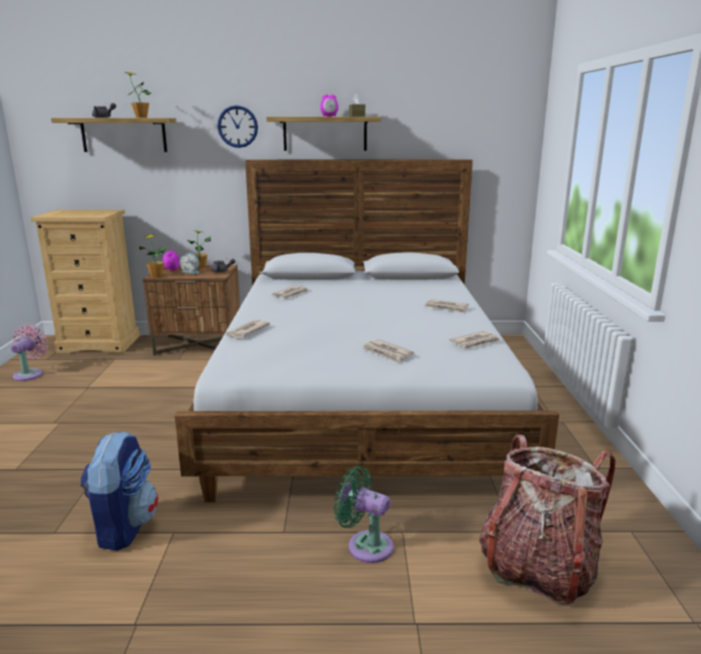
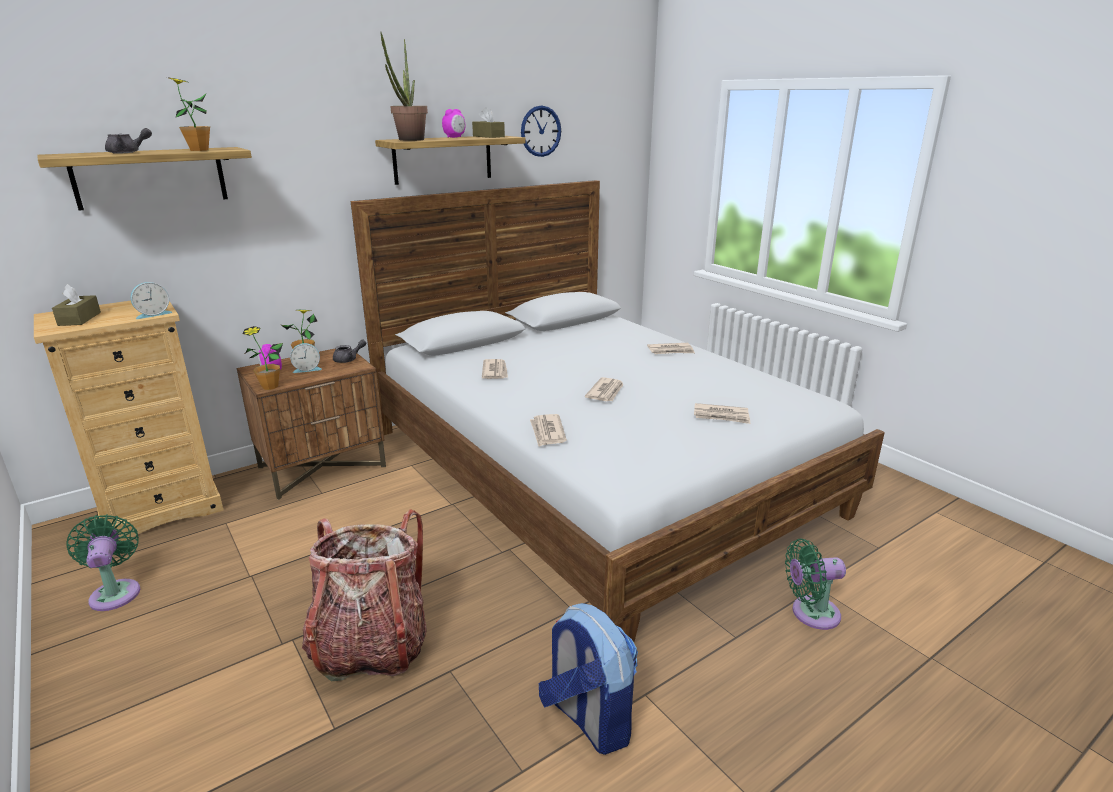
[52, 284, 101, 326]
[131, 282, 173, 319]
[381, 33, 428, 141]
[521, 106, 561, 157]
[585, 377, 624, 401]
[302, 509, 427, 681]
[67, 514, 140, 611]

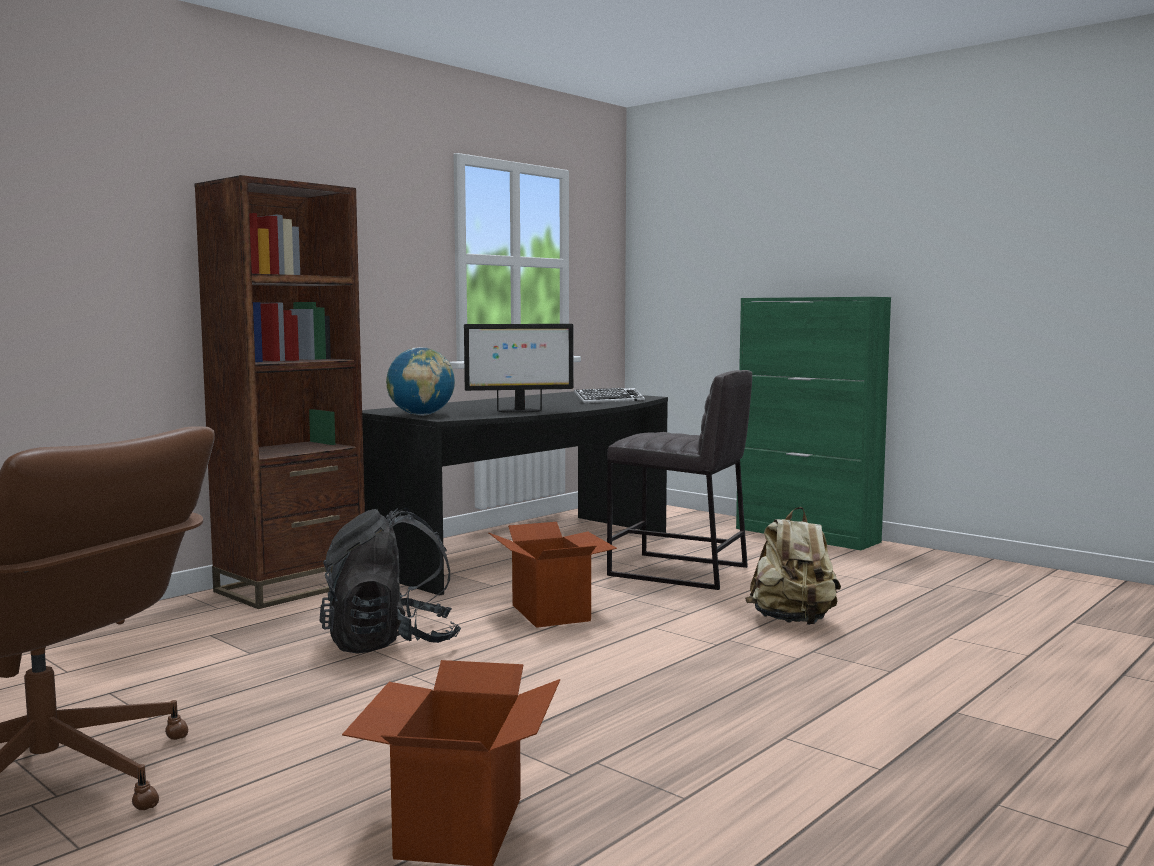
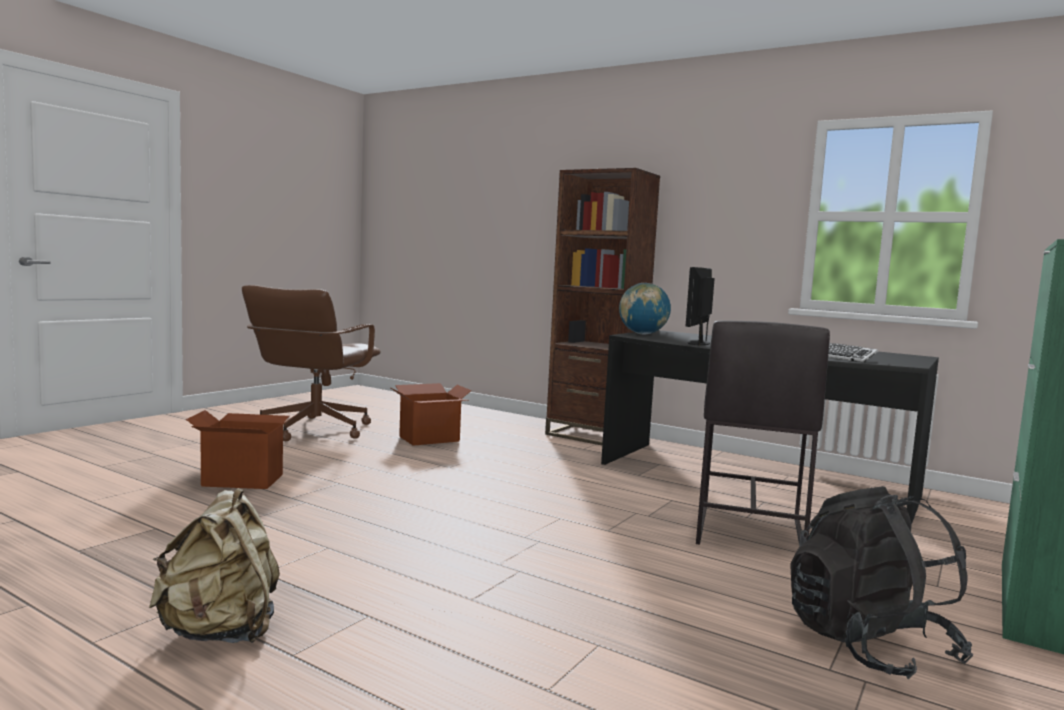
[790, 486, 973, 679]
[391, 383, 472, 446]
[149, 488, 280, 643]
[686, 267, 715, 346]

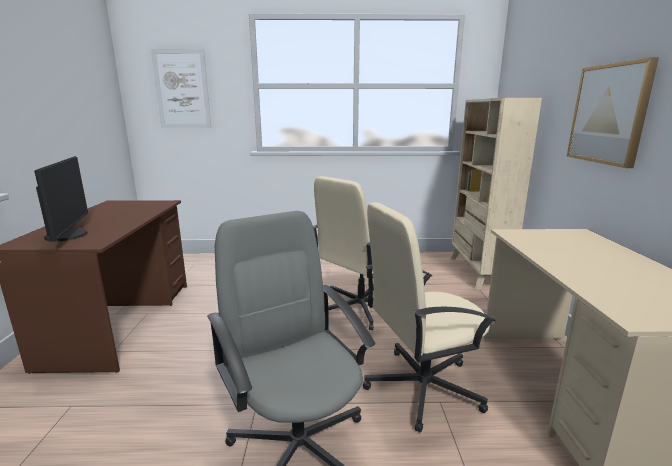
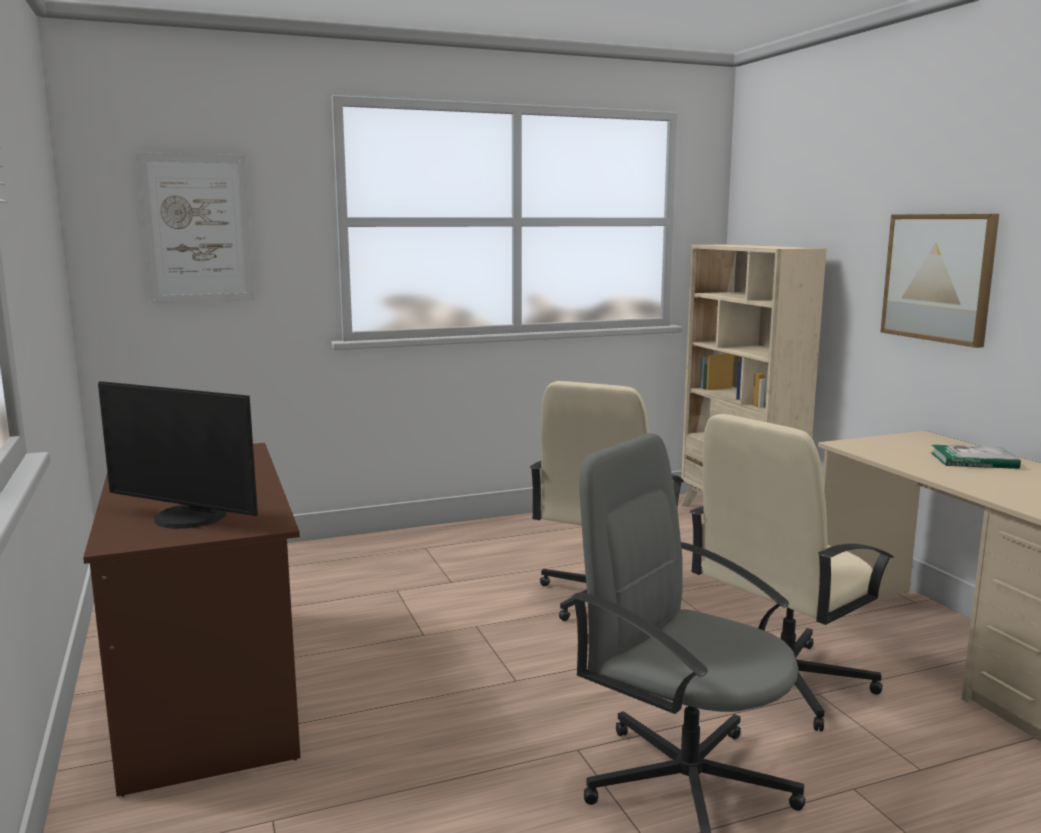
[931, 445, 1021, 469]
[98, 381, 258, 529]

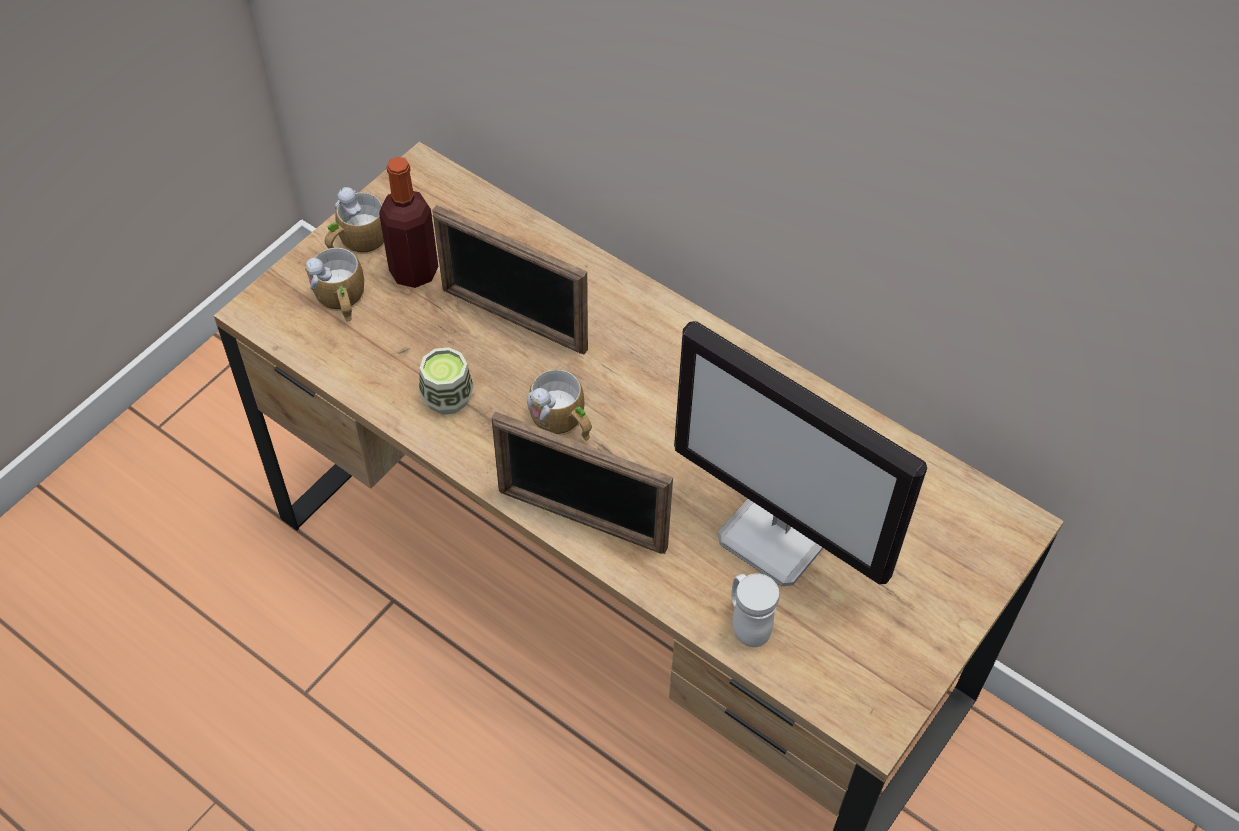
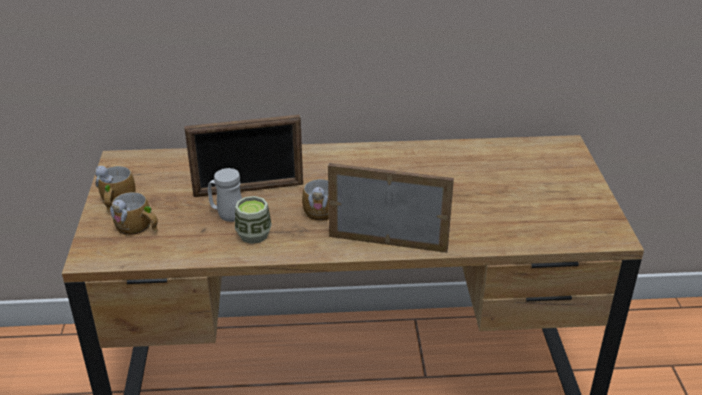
[379, 157, 438, 288] (first image)
[674, 321, 927, 586] (first image)
[208, 168, 242, 222]
[328, 163, 454, 253]

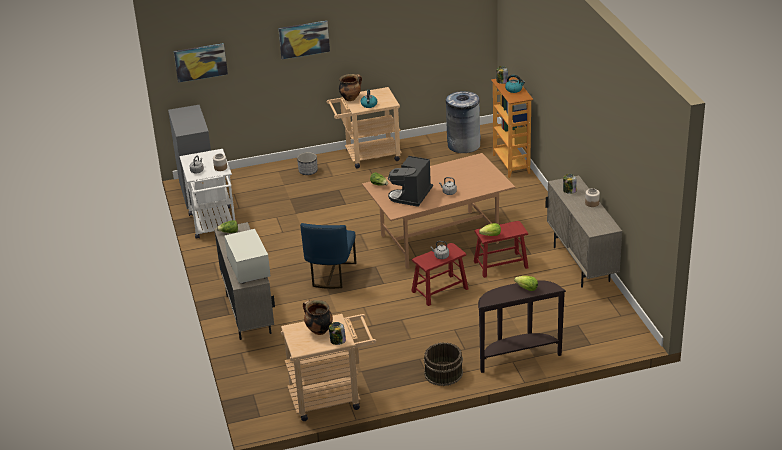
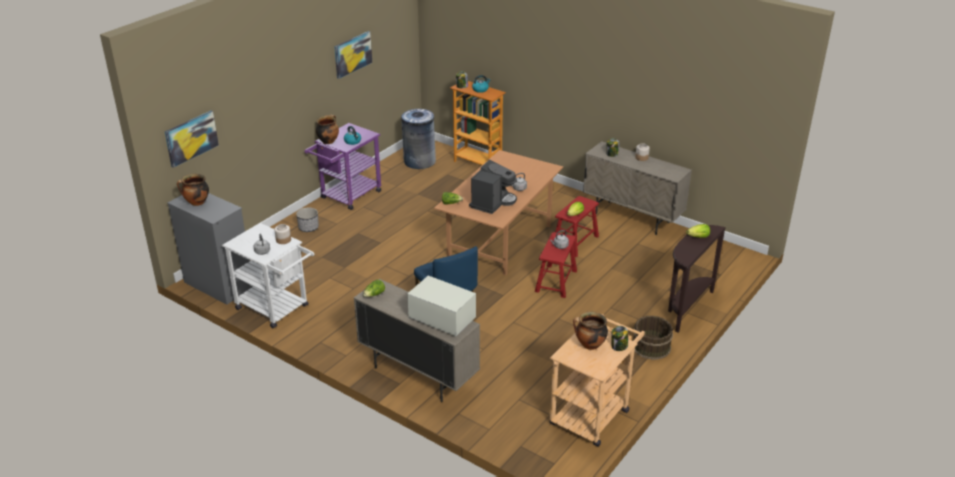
[177, 174, 209, 206]
[334, 31, 372, 79]
[304, 123, 381, 210]
[469, 160, 517, 214]

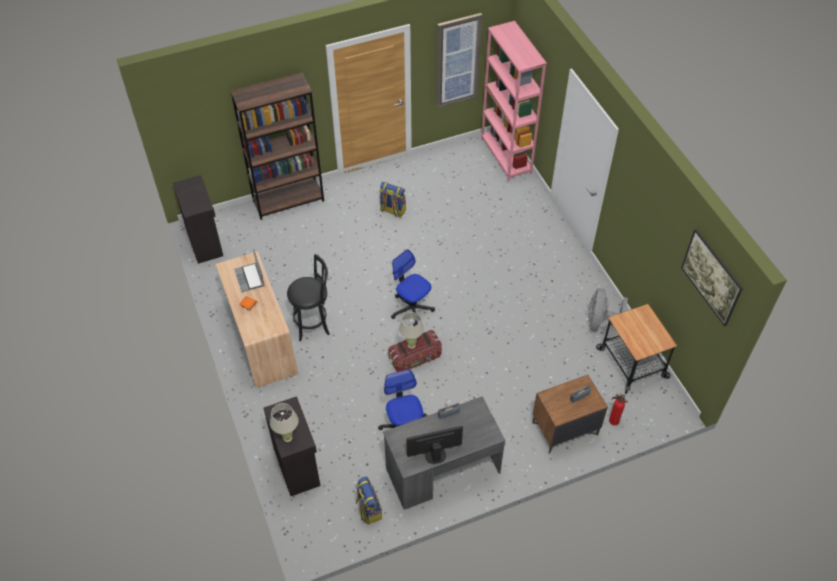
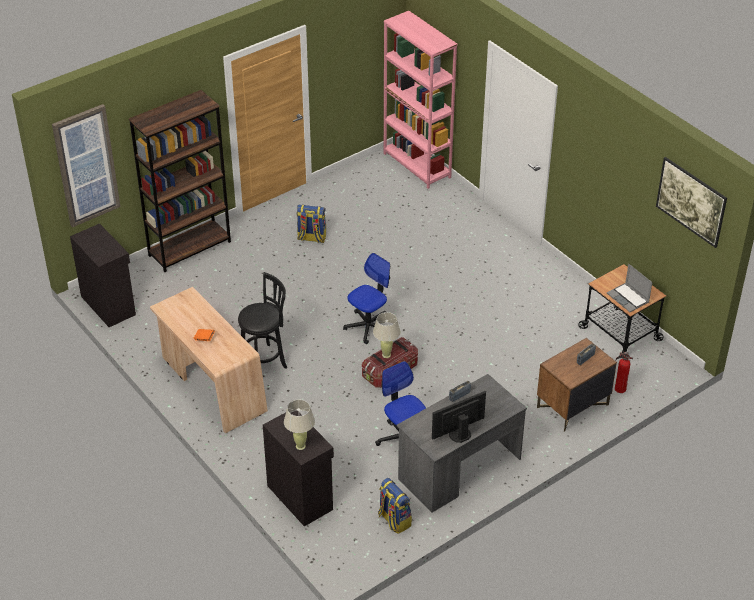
[588, 288, 628, 331] (first image)
[607, 264, 652, 312]
[52, 104, 120, 227]
[343, 253, 390, 344]

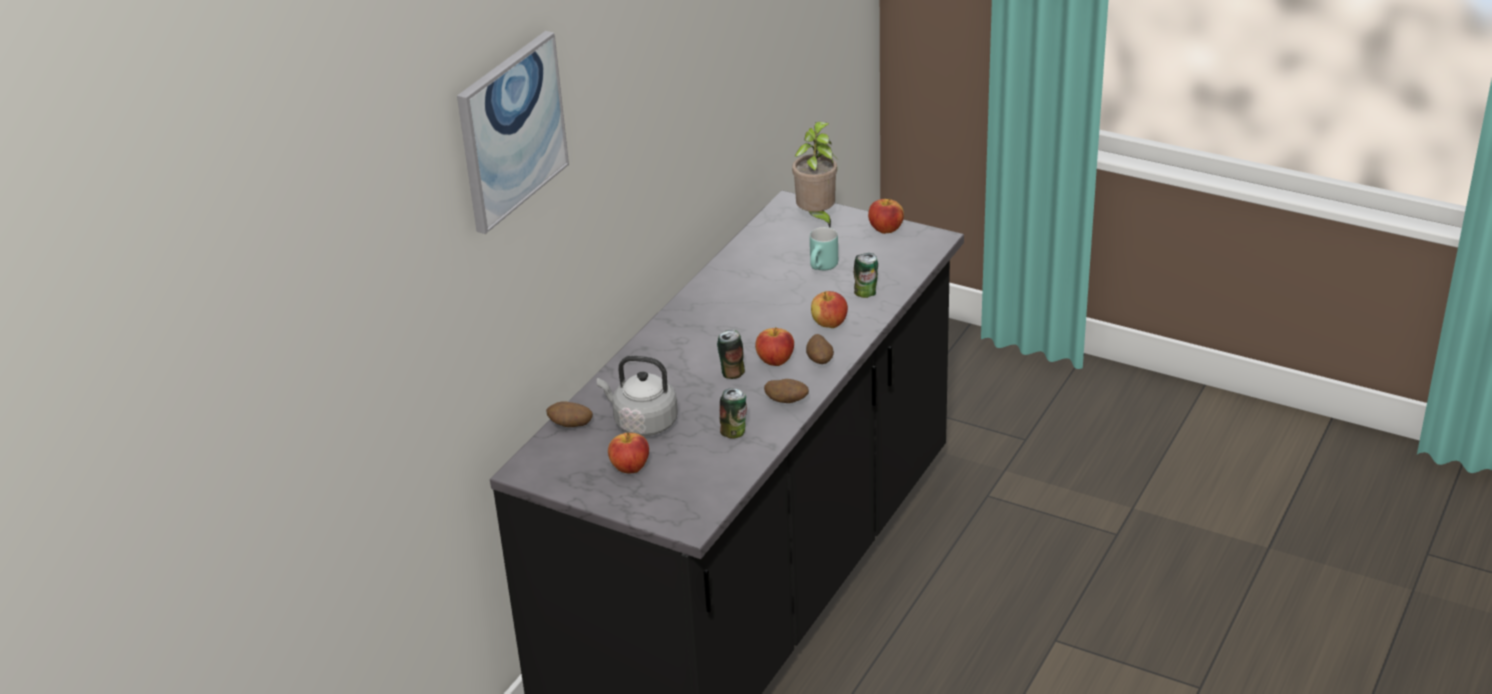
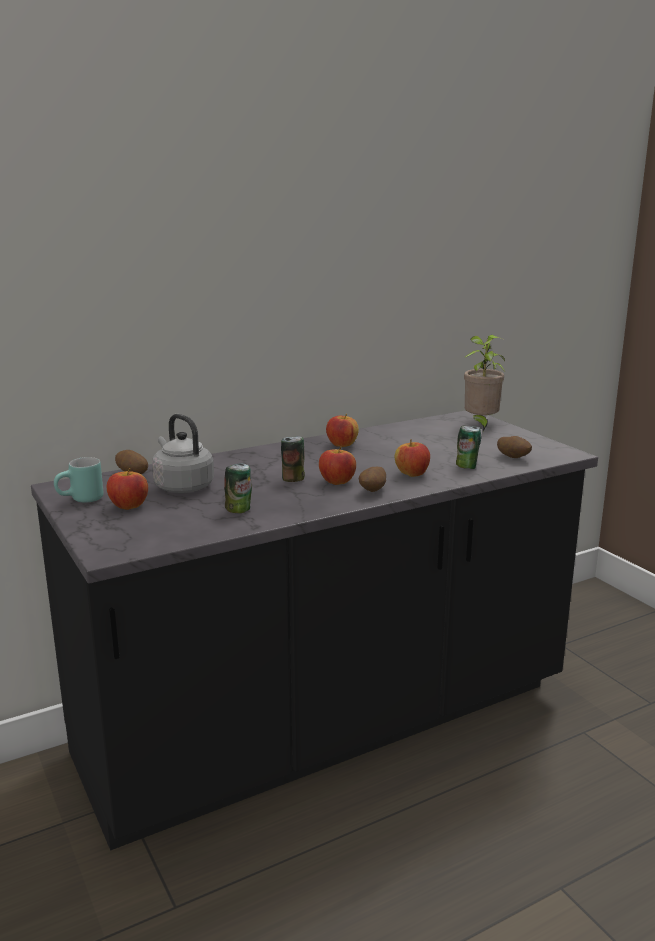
[457, 31, 569, 234] (first image)
[497, 436, 532, 458]
[54, 457, 104, 503]
[326, 414, 359, 447]

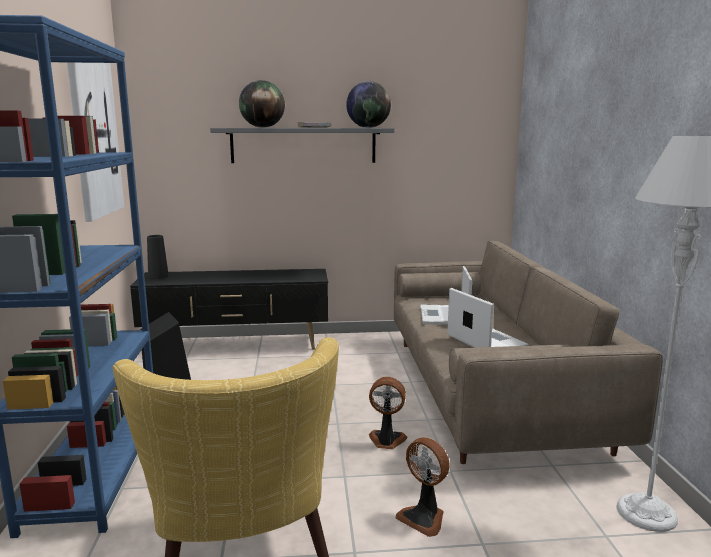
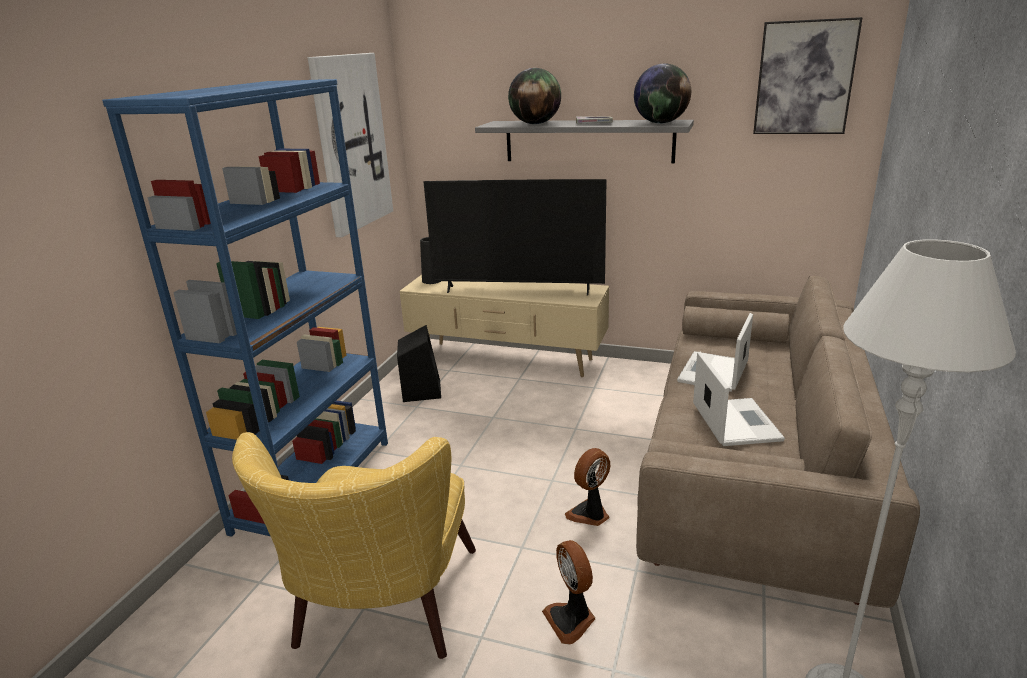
[423, 179, 607, 295]
[753, 17, 863, 134]
[400, 275, 609, 377]
[565, 448, 610, 526]

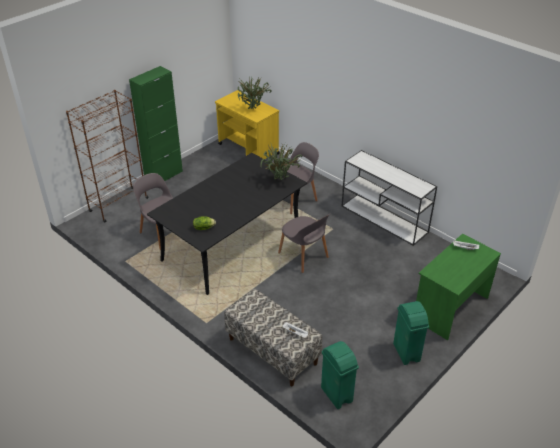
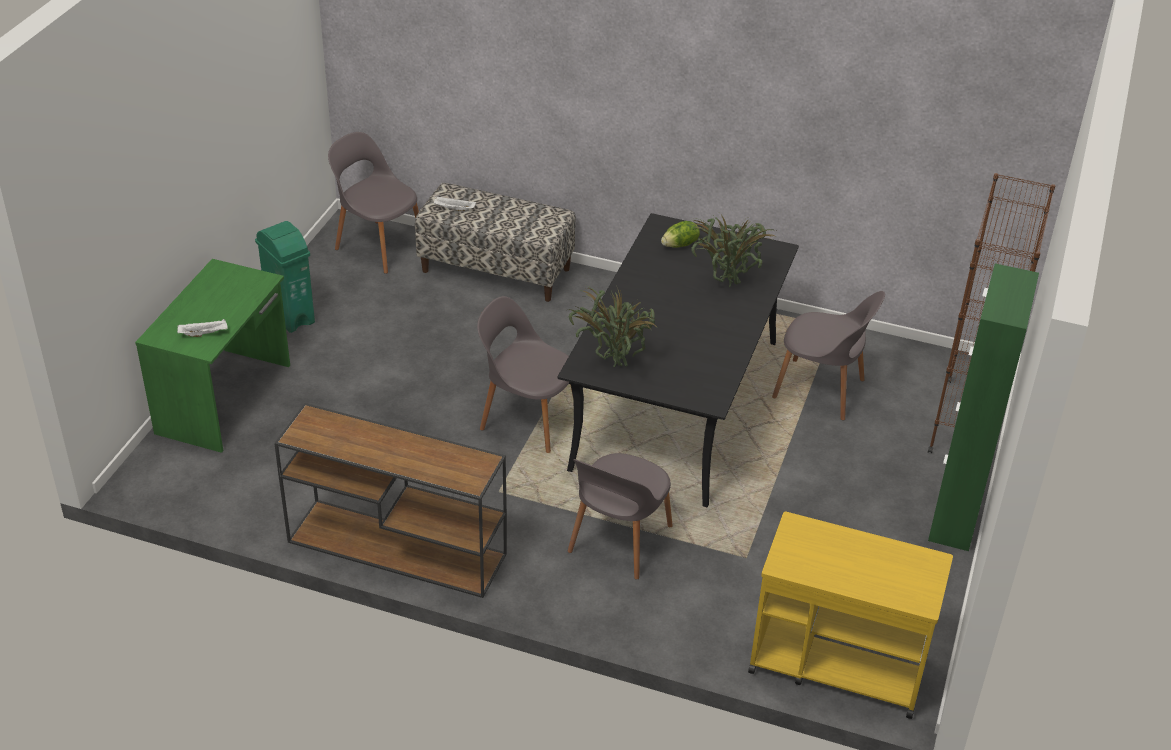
[690, 211, 776, 287]
[328, 132, 419, 274]
[274, 403, 507, 598]

